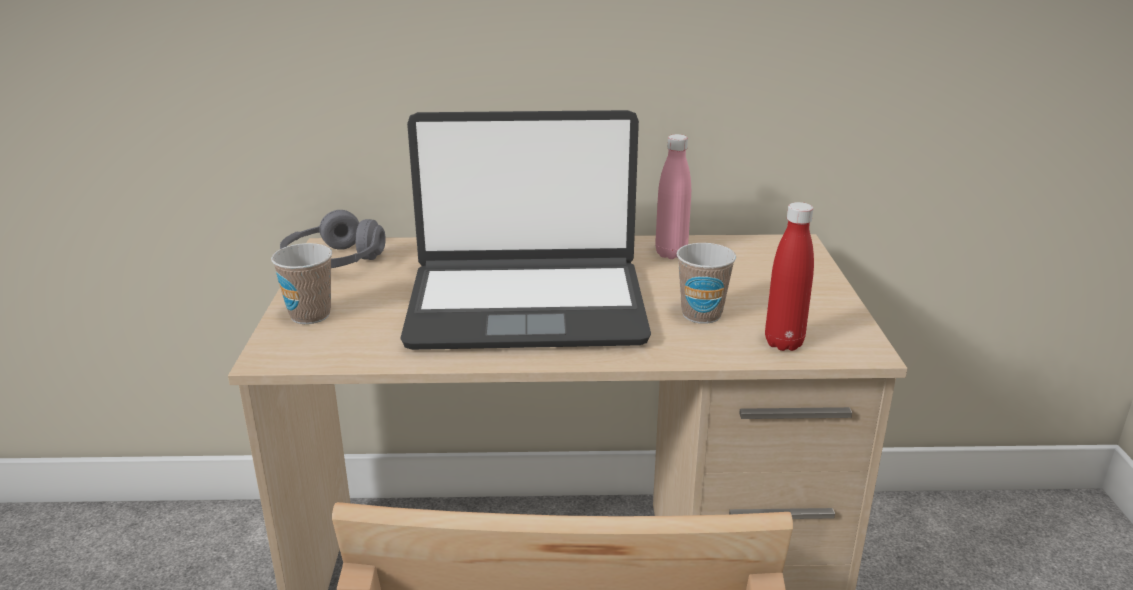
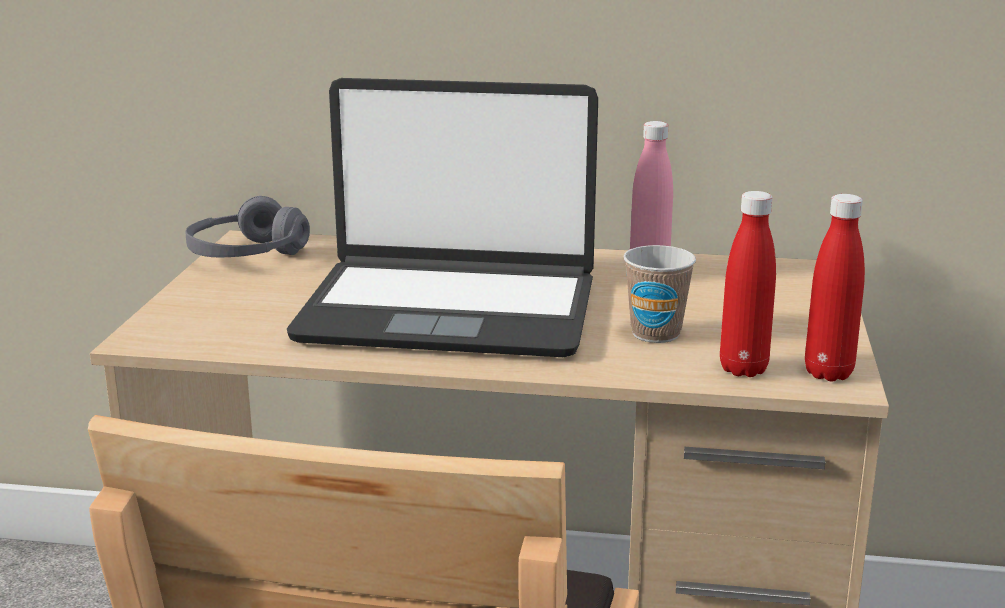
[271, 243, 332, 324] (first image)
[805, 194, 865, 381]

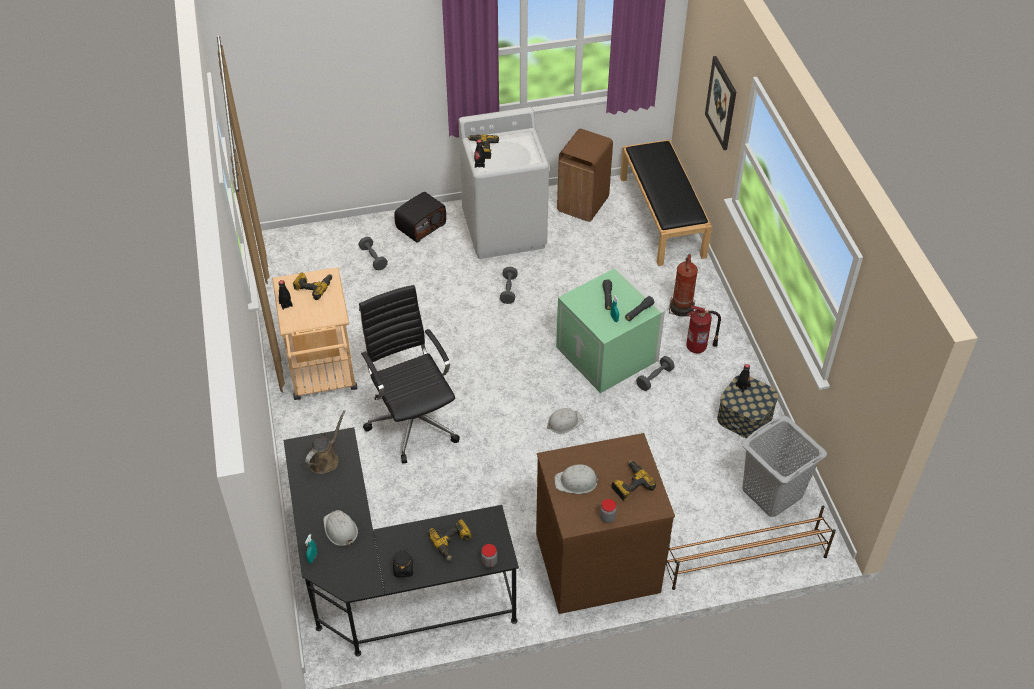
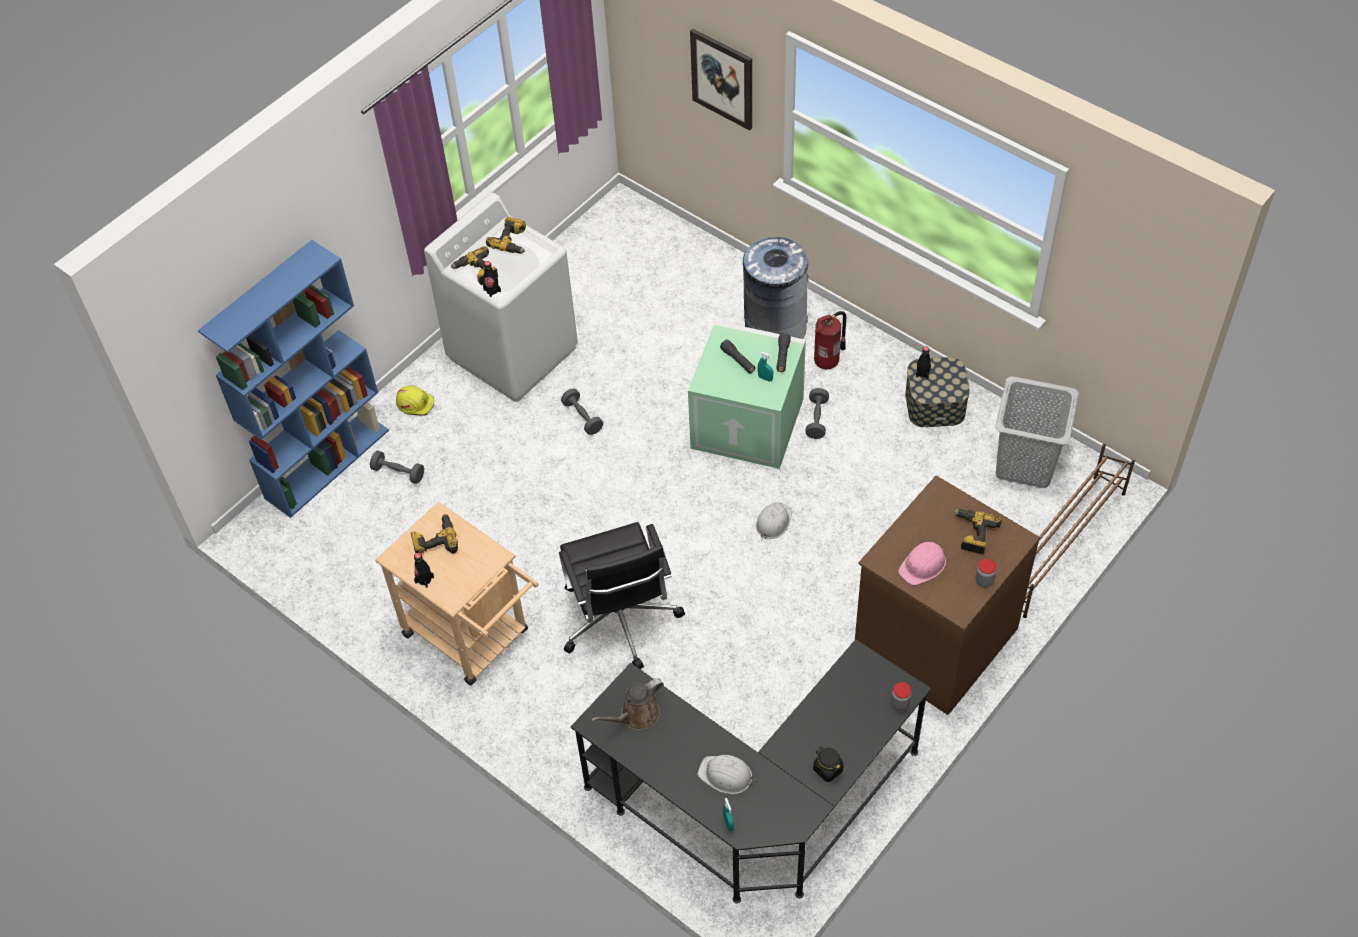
[557, 129, 613, 222] (first image)
[620, 139, 712, 266] (first image)
[198, 240, 389, 518]
[486, 217, 526, 254]
[396, 385, 434, 416]
[743, 235, 809, 339]
[898, 542, 946, 585]
[591, 678, 664, 730]
[559, 522, 685, 669]

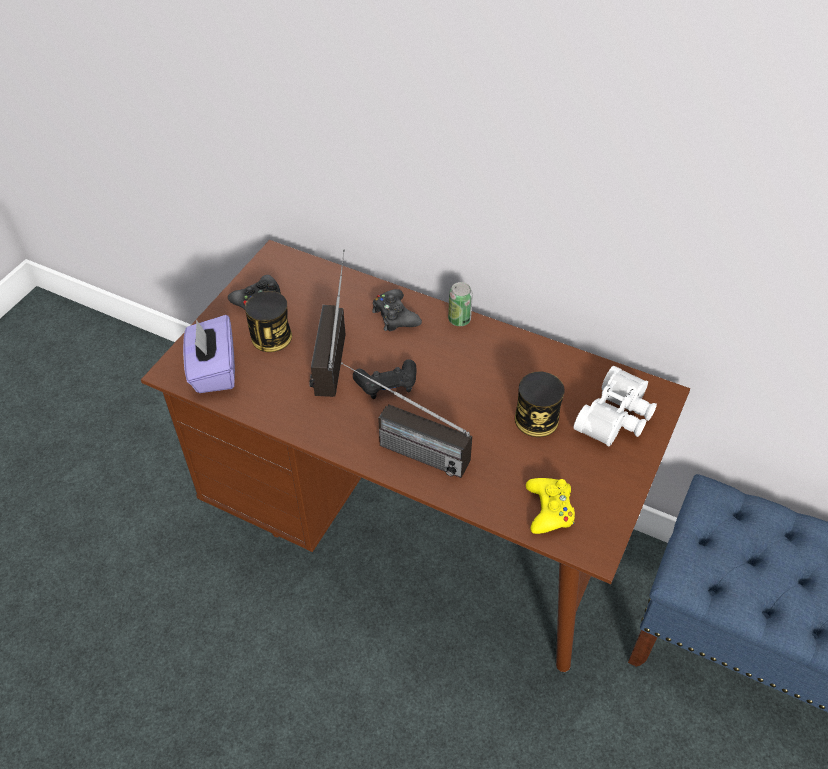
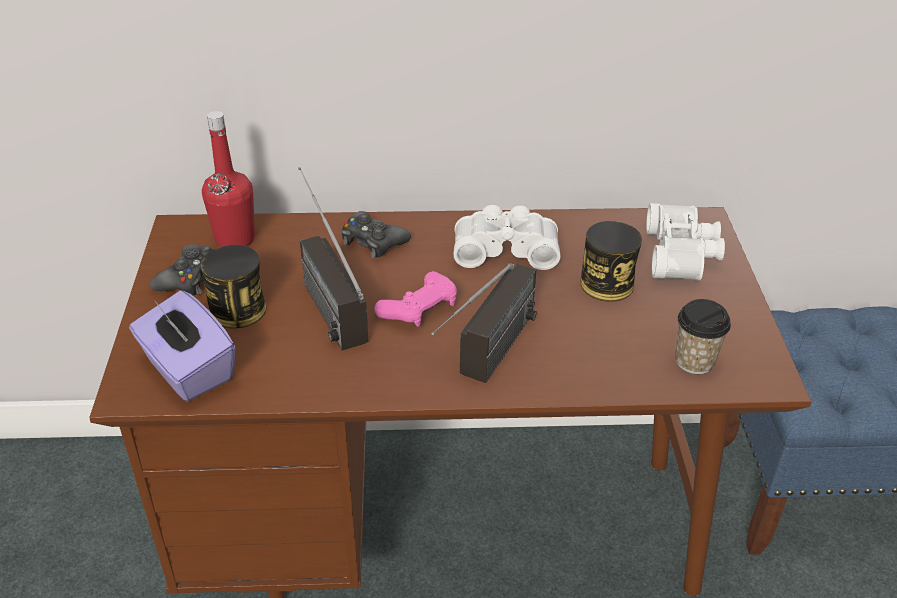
[448, 282, 473, 326] (first image)
[202, 111, 255, 247]
[454, 205, 560, 270]
[675, 299, 731, 374]
[374, 271, 457, 327]
[431, 263, 537, 383]

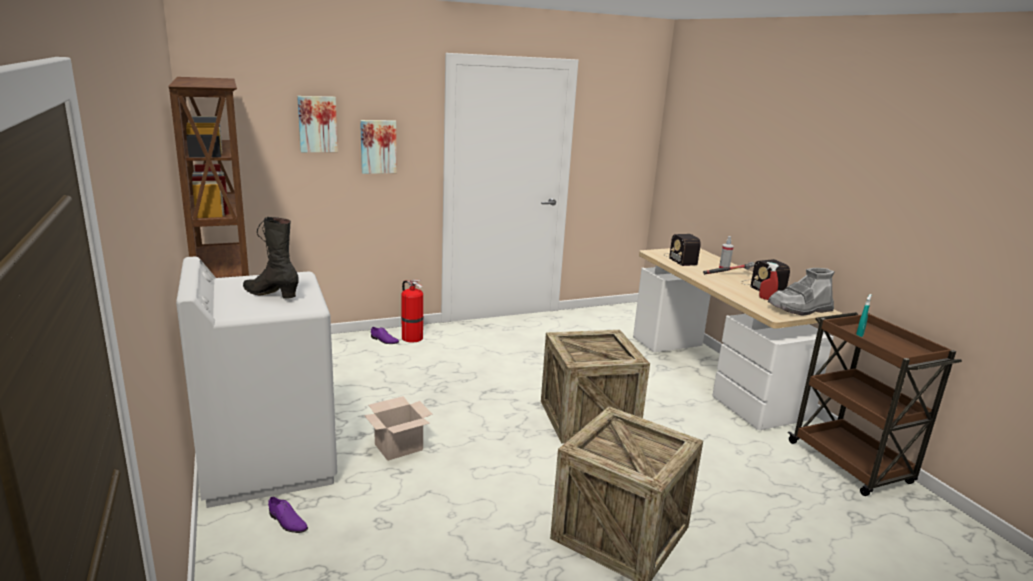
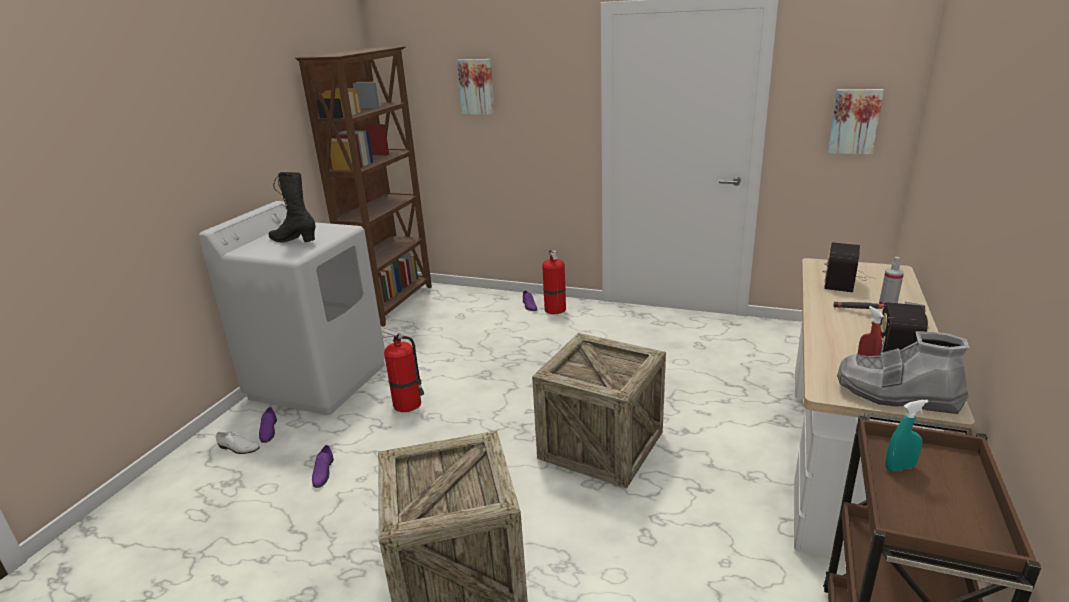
[216, 431, 260, 454]
[312, 445, 334, 488]
[828, 89, 884, 154]
[381, 329, 424, 412]
[269, 172, 316, 242]

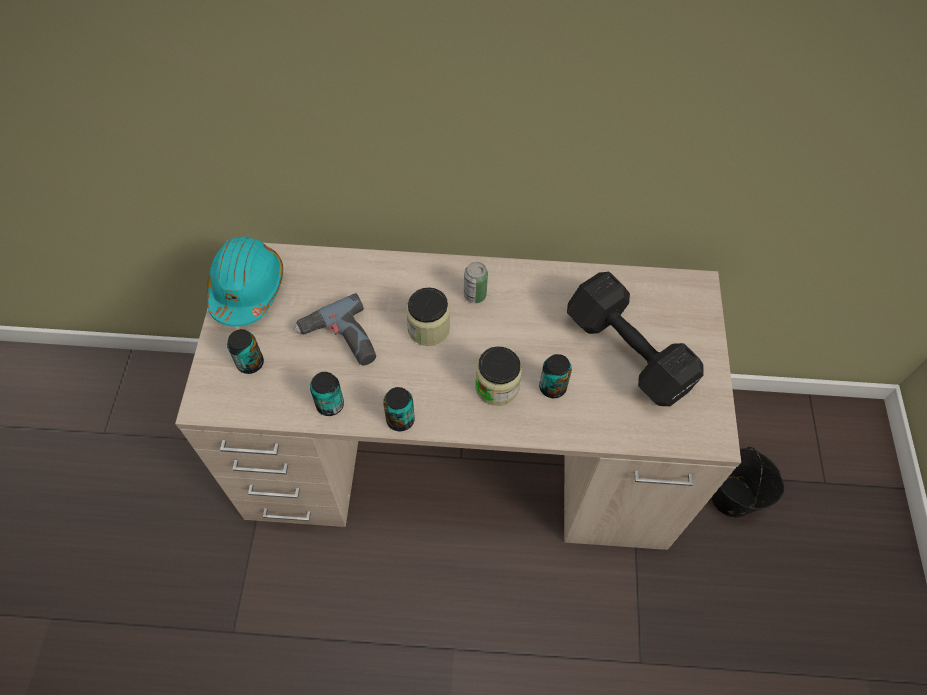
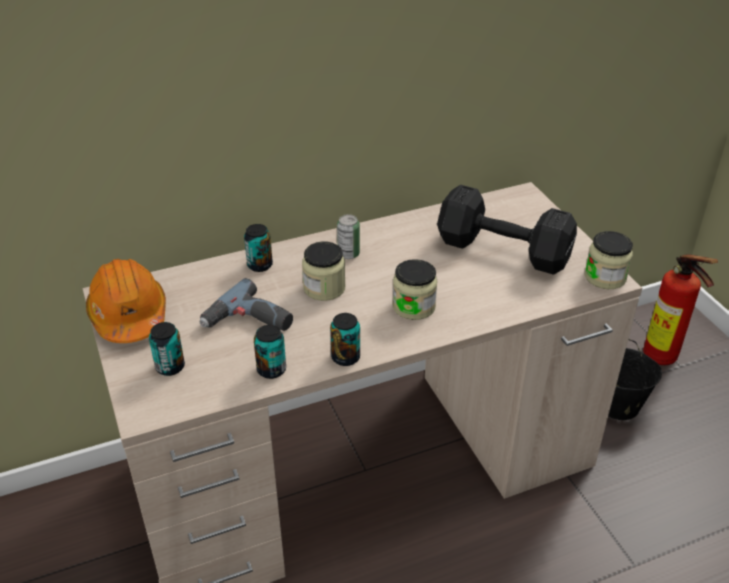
[585, 231, 633, 289]
[643, 254, 718, 365]
[244, 224, 273, 272]
[86, 259, 166, 343]

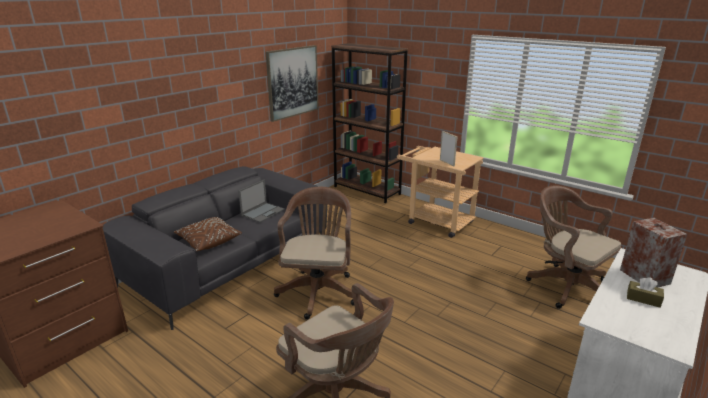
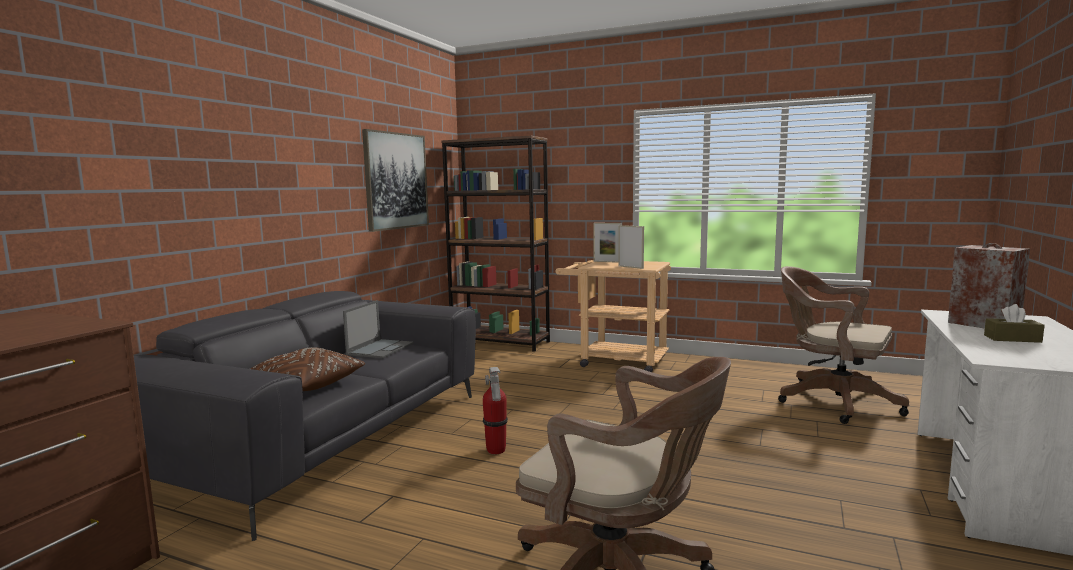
[593, 223, 622, 263]
[483, 367, 508, 454]

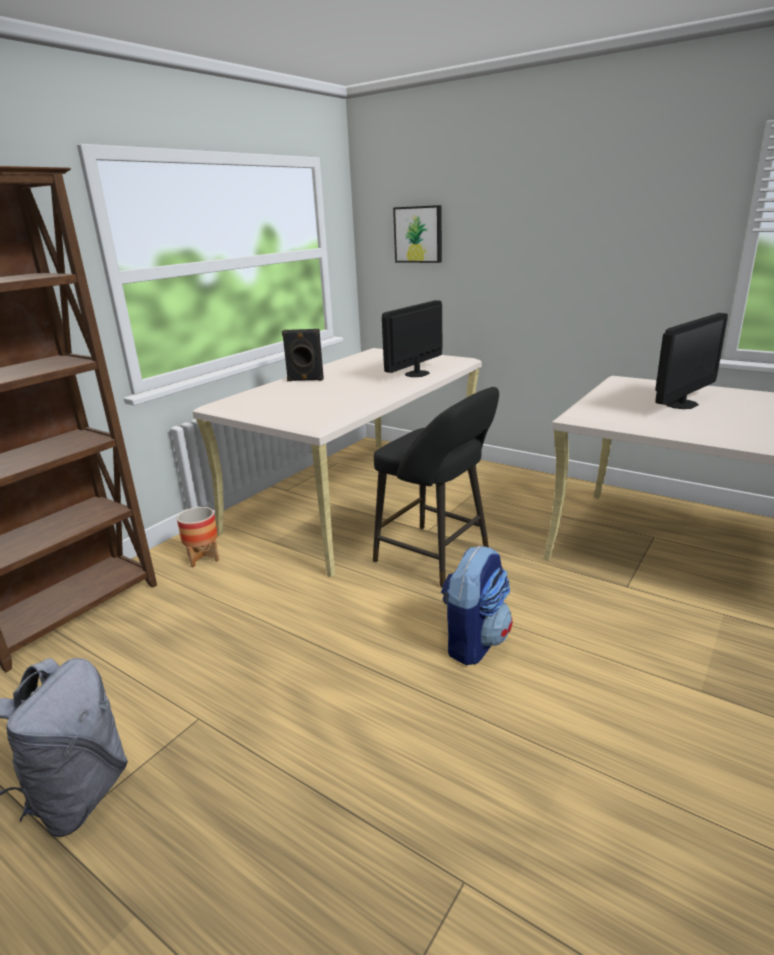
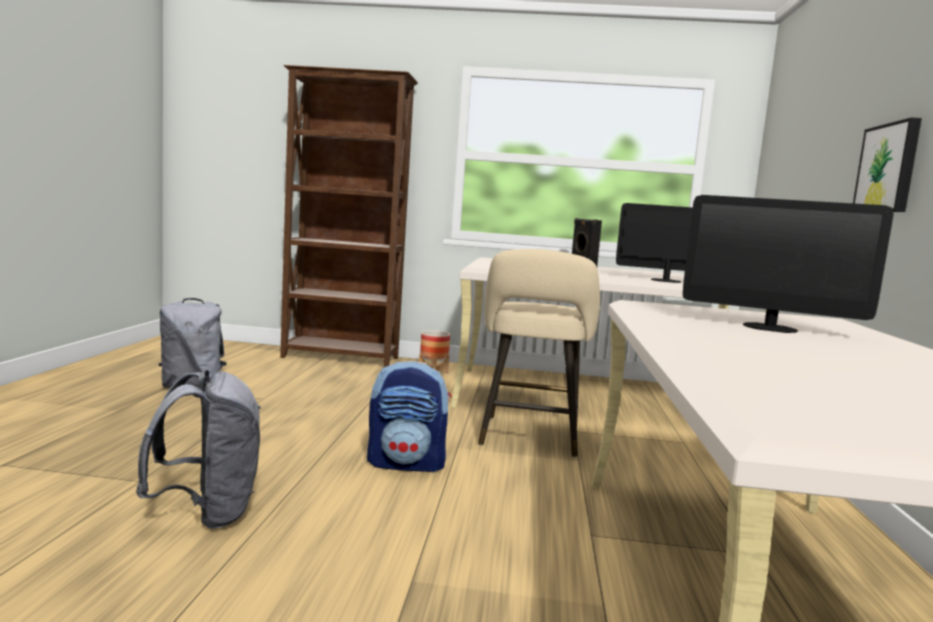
[136, 370, 261, 529]
[853, 117, 922, 212]
[478, 249, 600, 457]

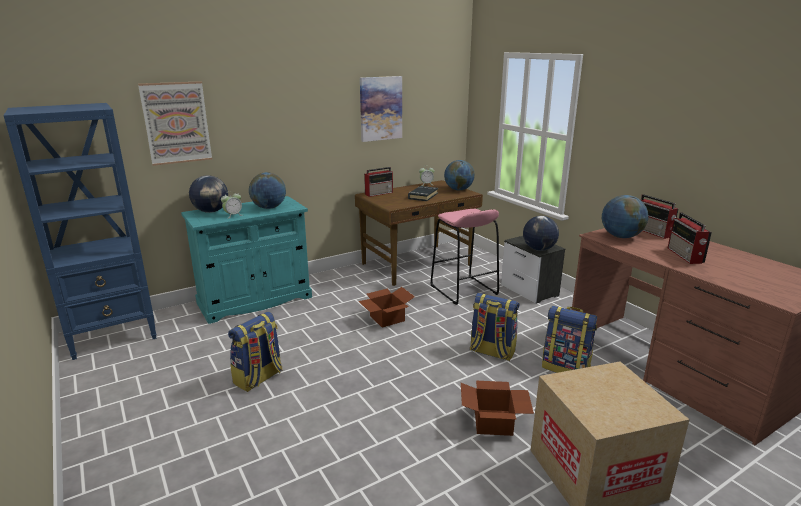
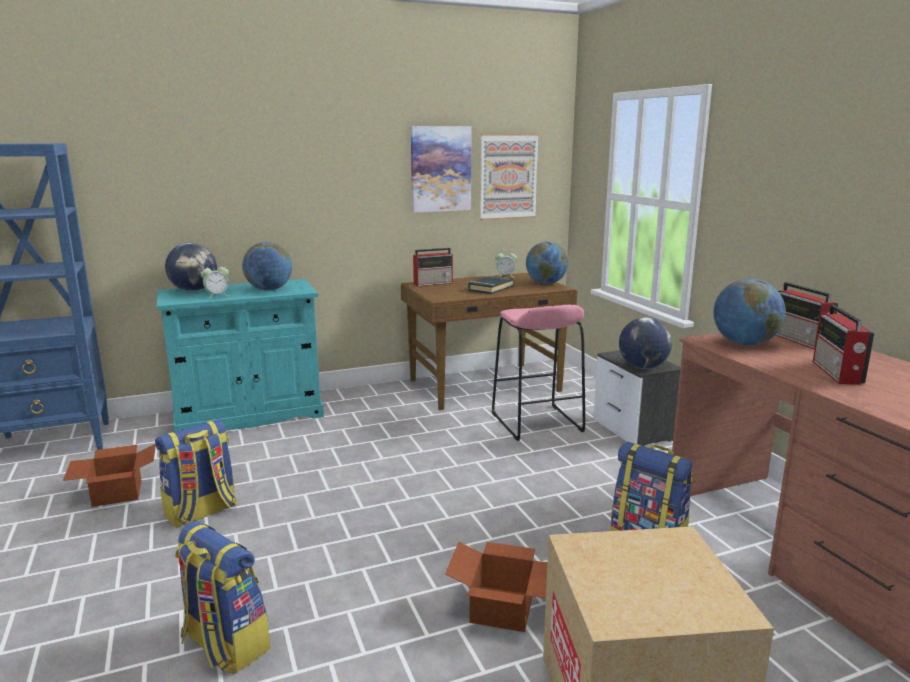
[480, 134, 539, 220]
[63, 444, 156, 507]
[175, 521, 270, 674]

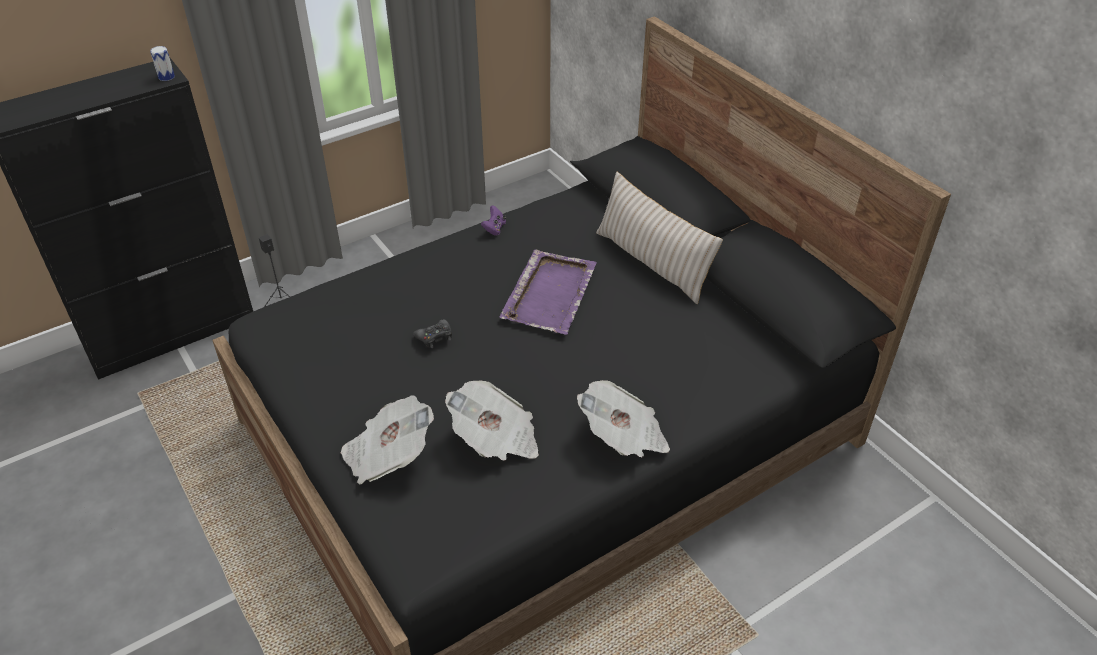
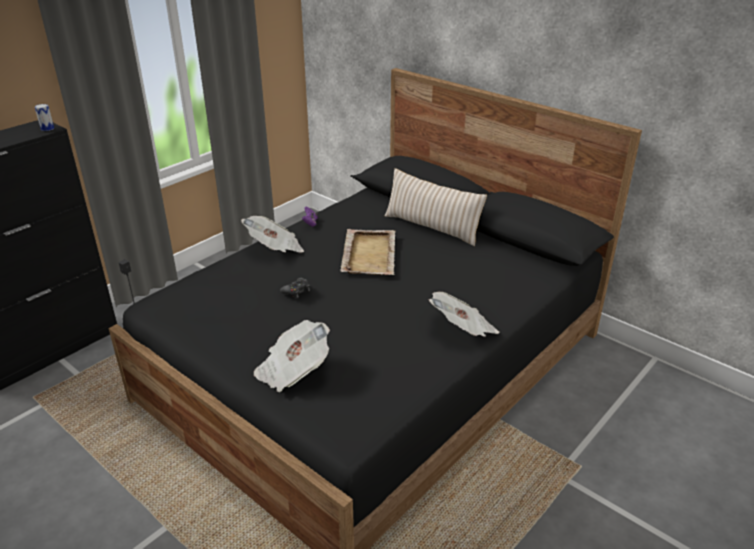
[241, 216, 304, 252]
[340, 229, 395, 275]

